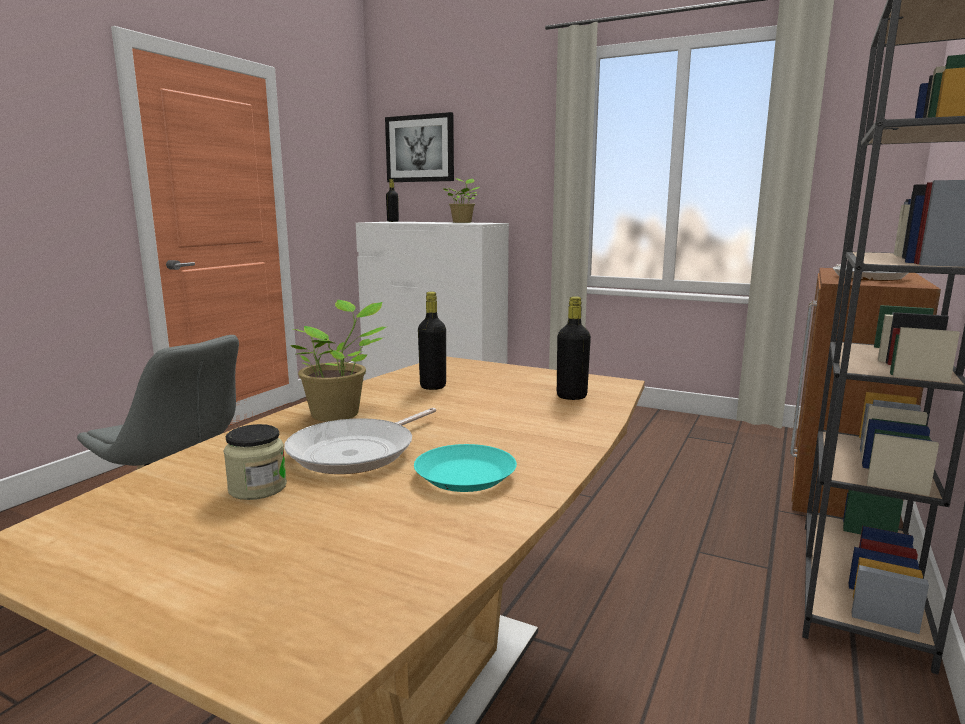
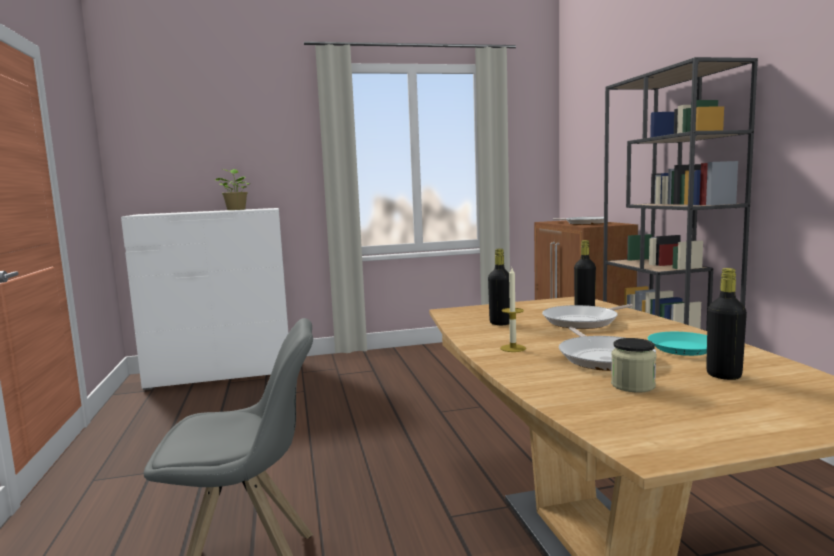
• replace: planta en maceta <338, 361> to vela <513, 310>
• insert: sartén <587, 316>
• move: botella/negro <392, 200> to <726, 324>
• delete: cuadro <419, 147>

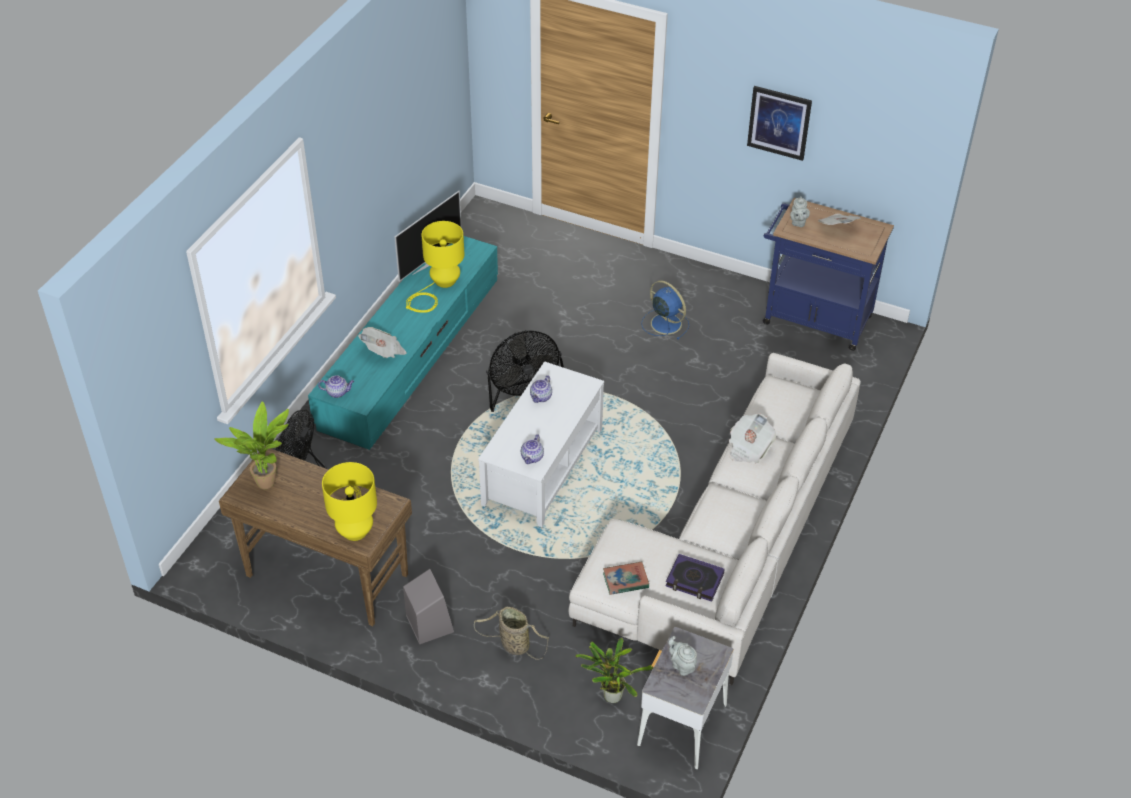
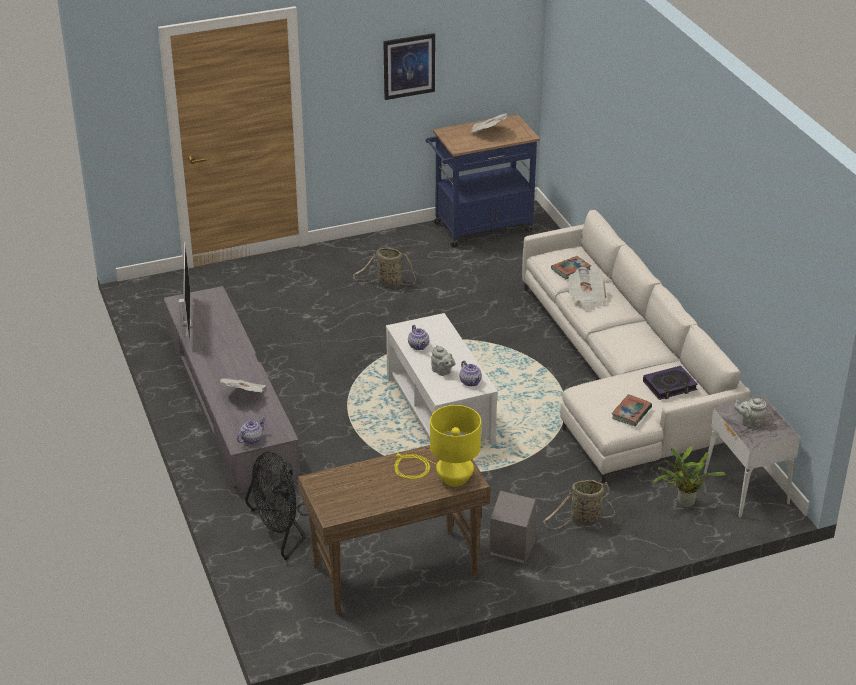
• recolor: mueble de televisión/turquesa <403, 343> to mueble de televisión/gris <231, 390>
• replace: ventilador/azul <665, 310> to cesta <384, 267>
• move: tetera/gris <800, 211> to <443, 360>
• insert: libro <571, 267>
• delete: planta en maceta <251, 445>
• delete: lámpara de mesa/amarillo <435, 267>
• delete: ventilador/negro <525, 371>

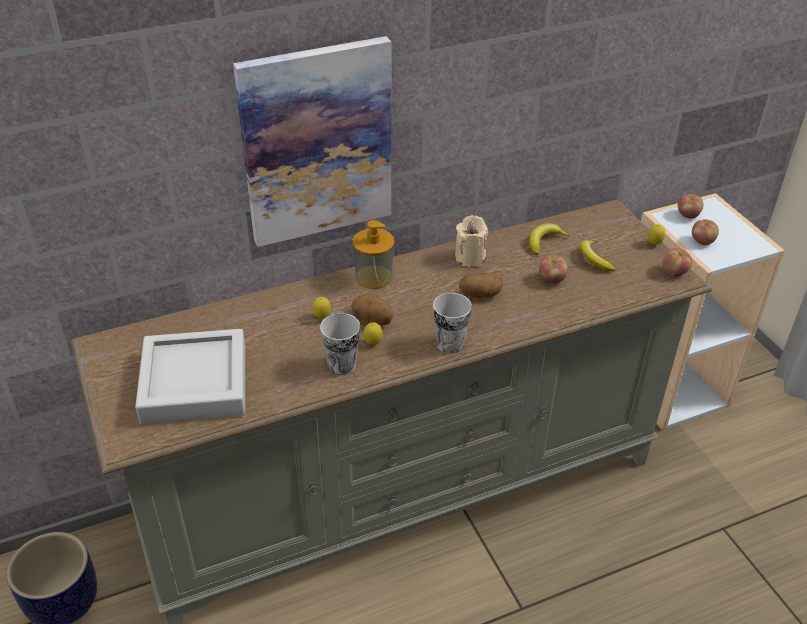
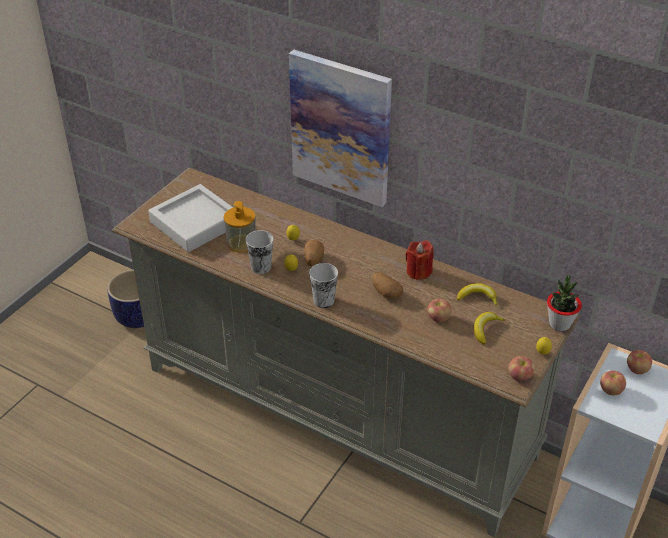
• move: dispensador de jabón <373, 254> to <239, 227>
• recolor: vela/beis <471, 241> to vela/rojo <419, 260>
• insert: planta en maceta <564, 303>

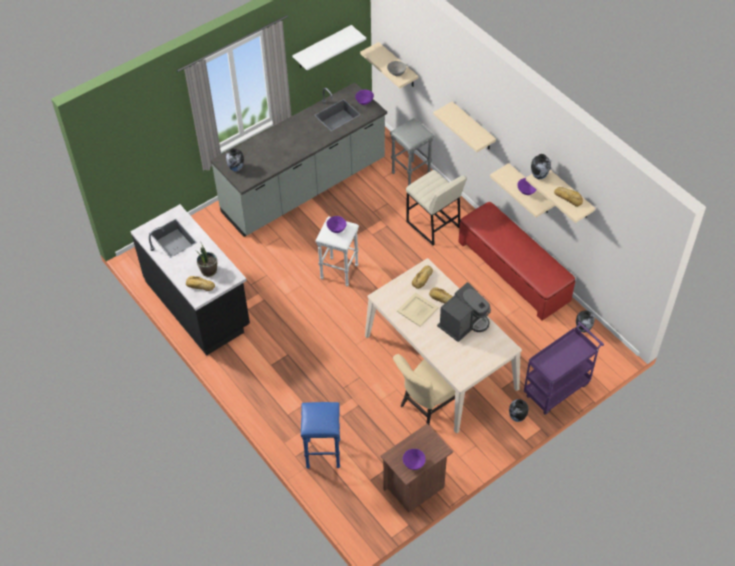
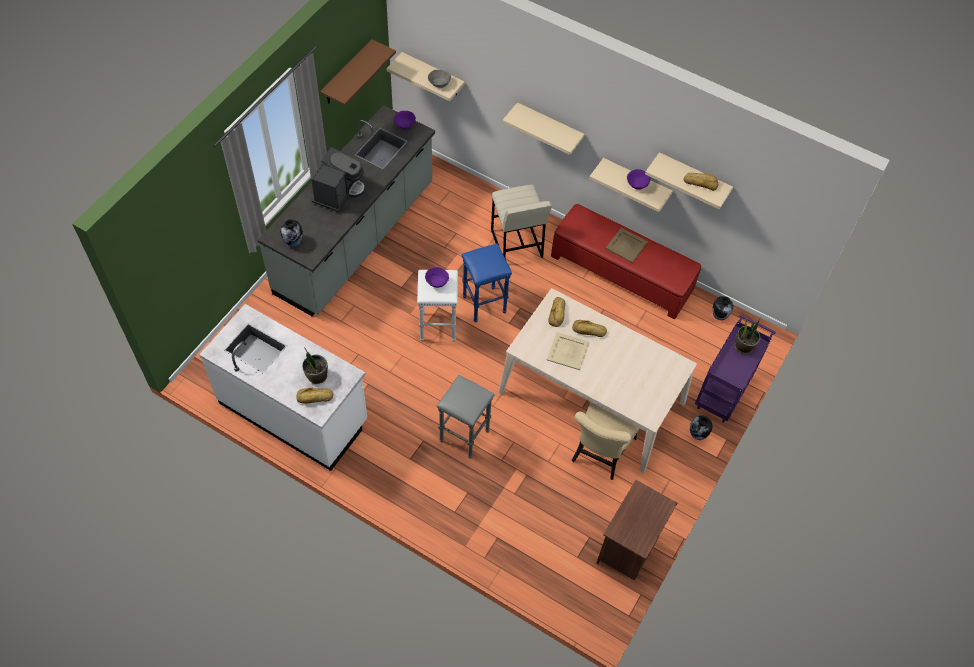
• recolor: mueble bajo de cocina/negro <190, 280> to mueble bajo de cocina/blanco <283, 387>
• move: cafetera <464, 312> to <338, 179>
• recolor: estante/blanco <329, 48> to estante/marrón <358, 72>
• move: taburete/gris <412, 151> to <466, 416>
• move: taburete/azul <320, 435> to <487, 282>
• rotate: silla/beis <436, 208> = <521, 221> 45 degrees clockwise
• insert: bandeja/beis <627, 245>
• insert: planta en maceta <747, 335>
• delete: cuenco/morado <414, 459>
• delete: florero <541, 167>

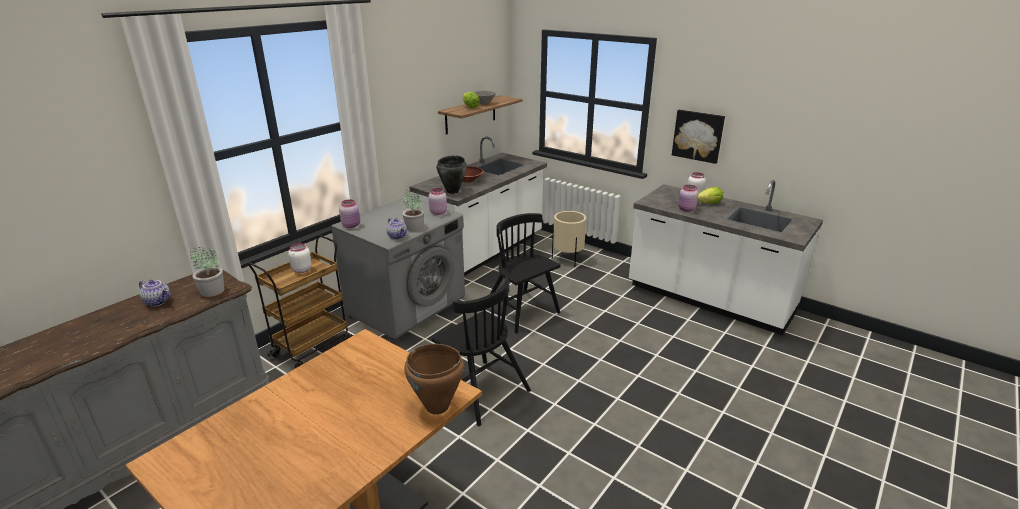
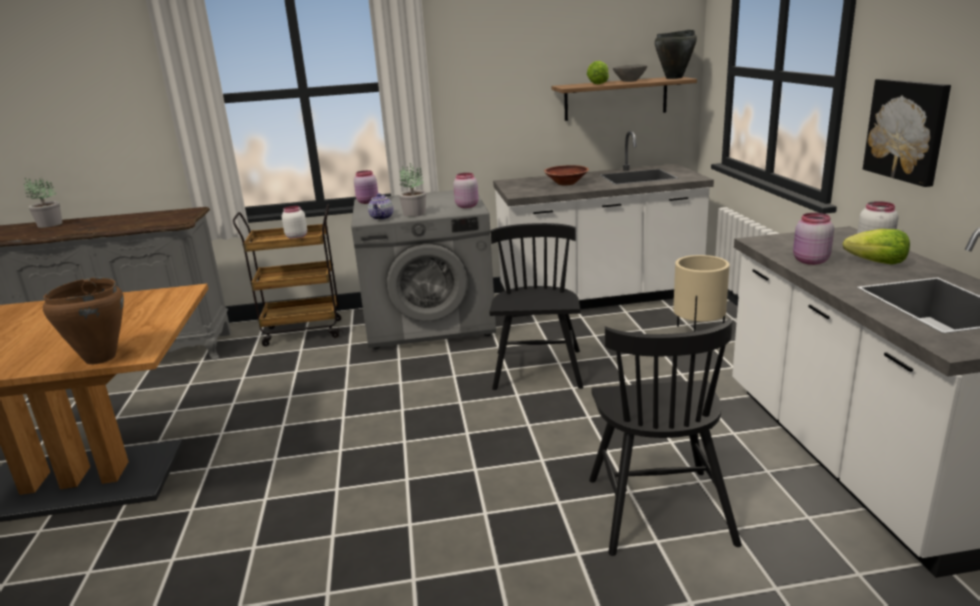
• move: planta en maceta <207, 272> to <43, 202>
• move: silla/negro <481, 351> to <665, 437>
• move: olla/negro <451, 174> to <676, 54>
• delete: tetera <154, 293>

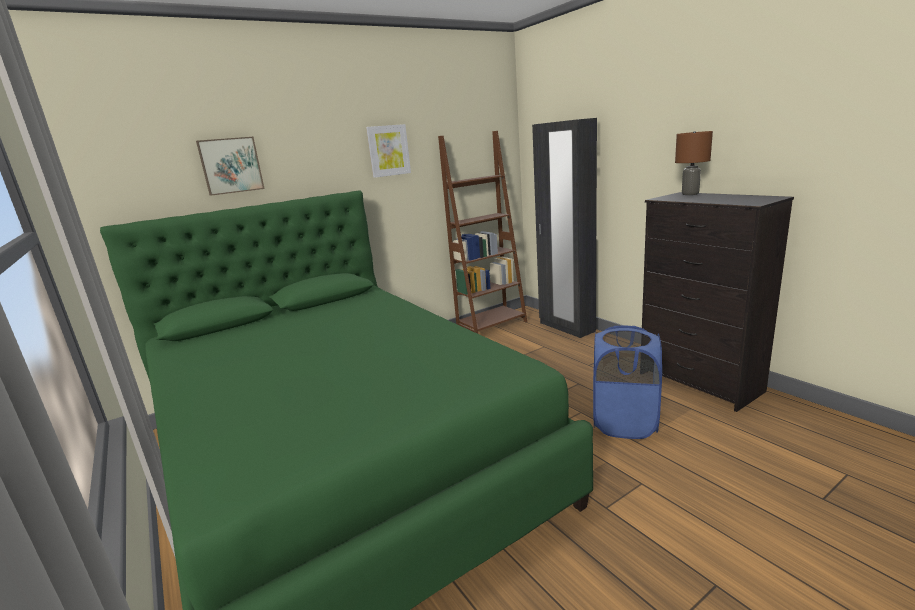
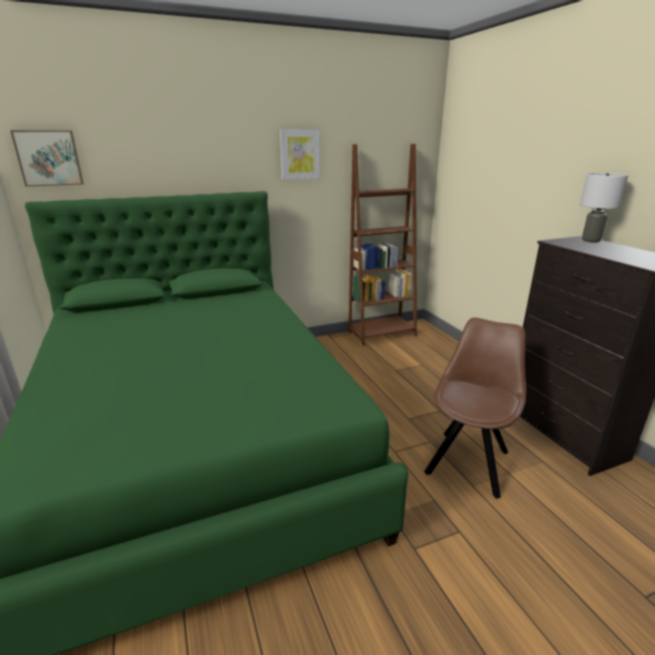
• move: cuadro <230, 166> to <47, 158>
• replace: cesto de la ropa/azul <627, 382> to silla/marrón <475, 408>
• recolor: lámpara de mesa/marrón <694, 163> to lámpara de mesa/blanco <604, 208>
• delete: armario ropero/negro <564, 228>

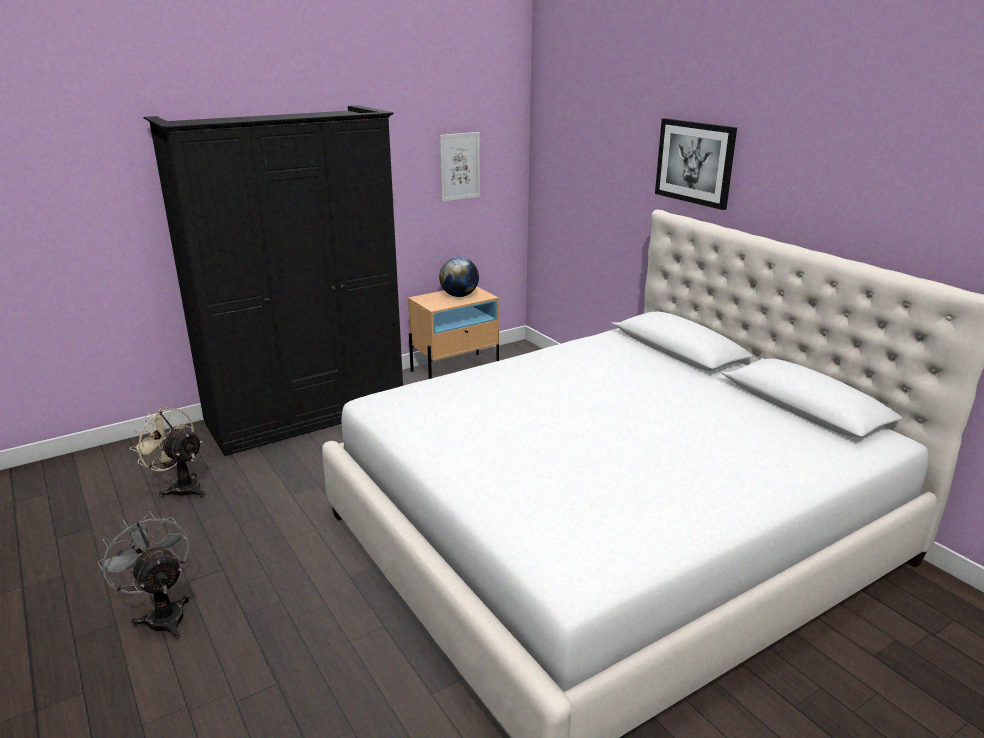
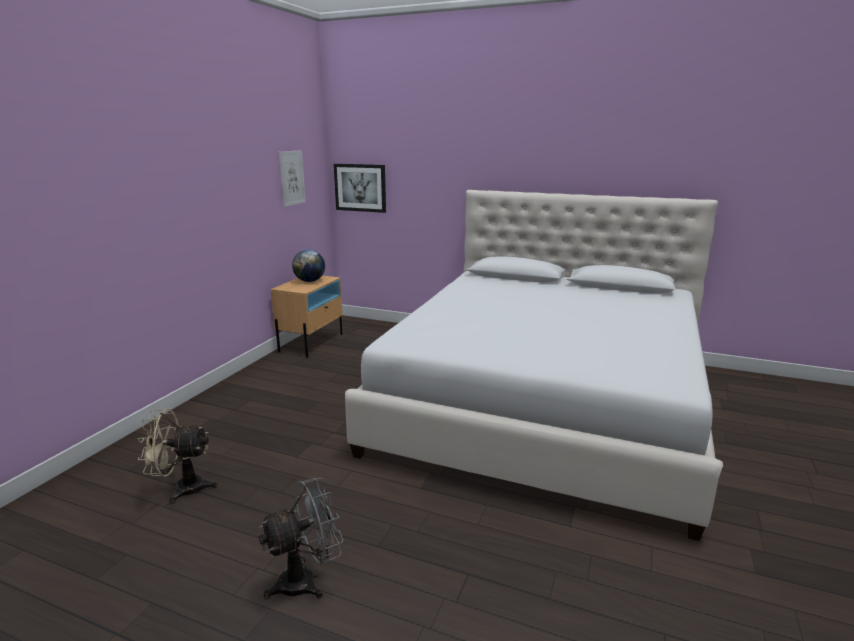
• rotate: ventilador/gris <144, 575> = <301, 538> 135 degrees clockwise
• move: cuadro <696, 164> to <360, 188>
• delete: armario ropero/negro <273, 280>

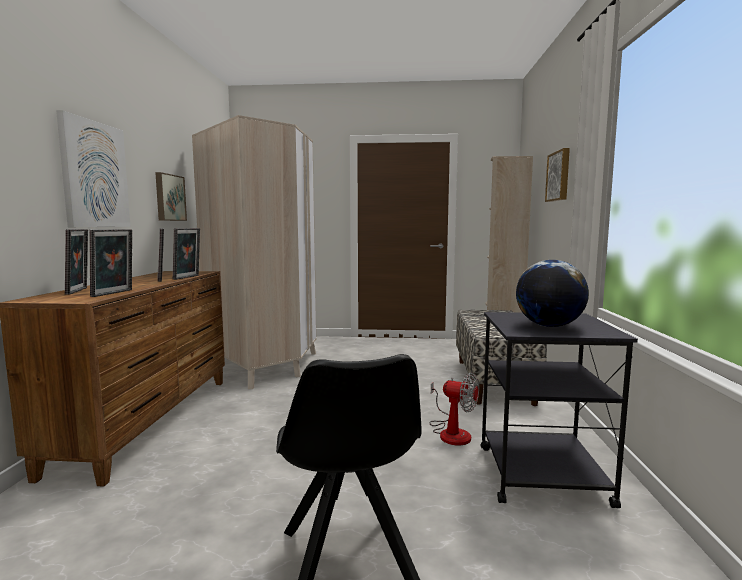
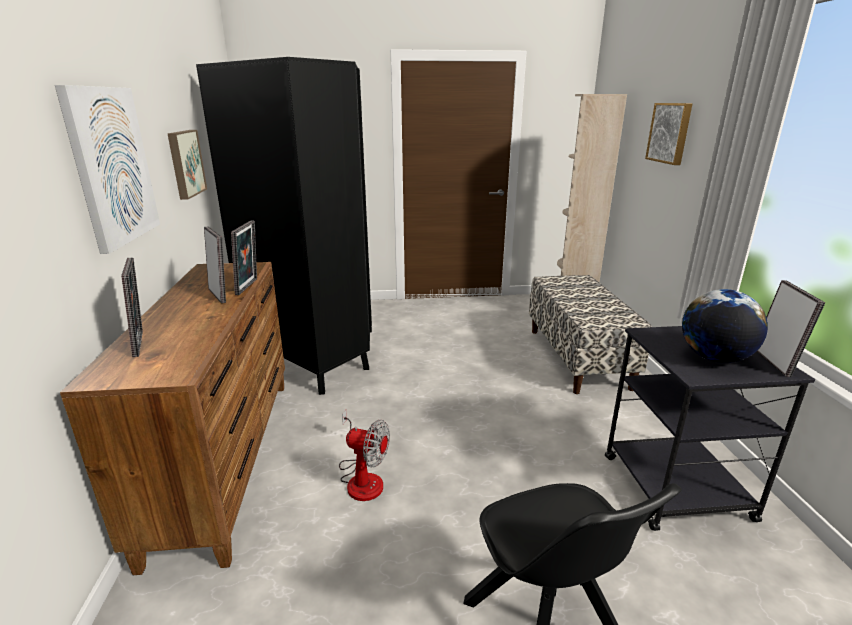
• recolor: armario ropero/beis <254, 252> to armario ropero/negro <284, 226>
• move: ventilador <454, 408> to <364, 455>
• move: portarretratos <110, 263> to <791, 328>

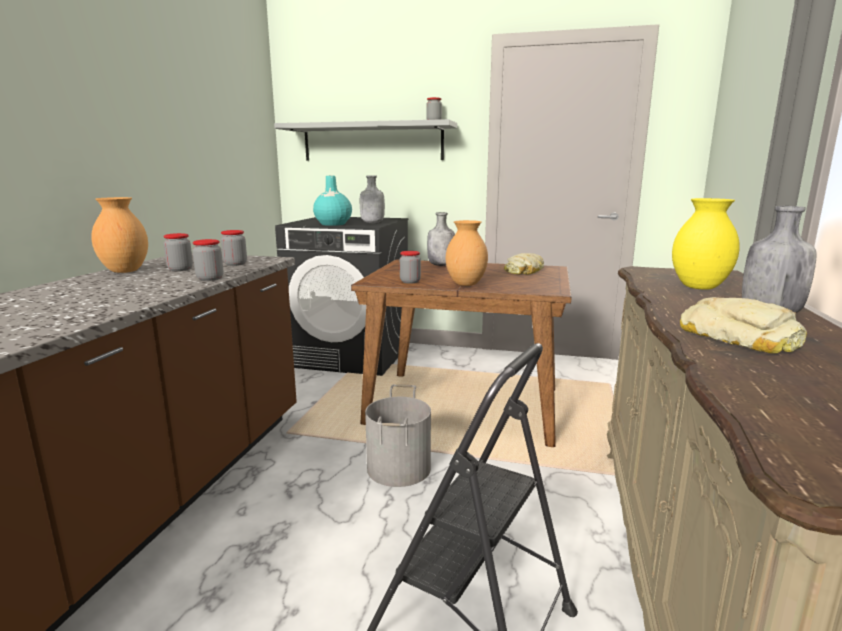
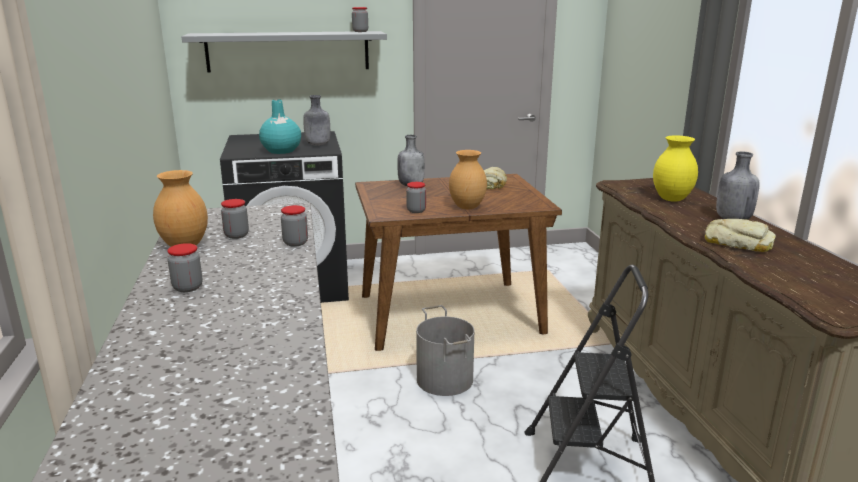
• move: tarro <234, 248> to <184, 267>

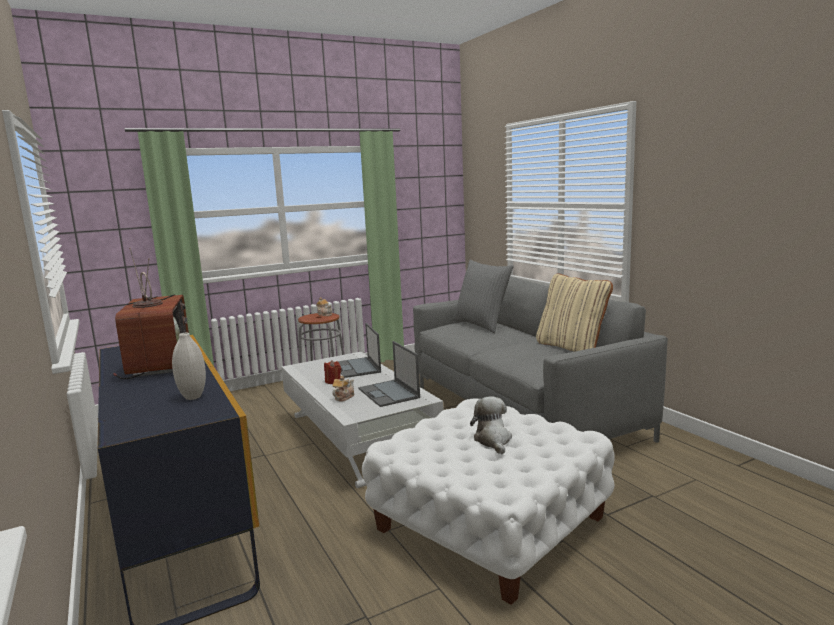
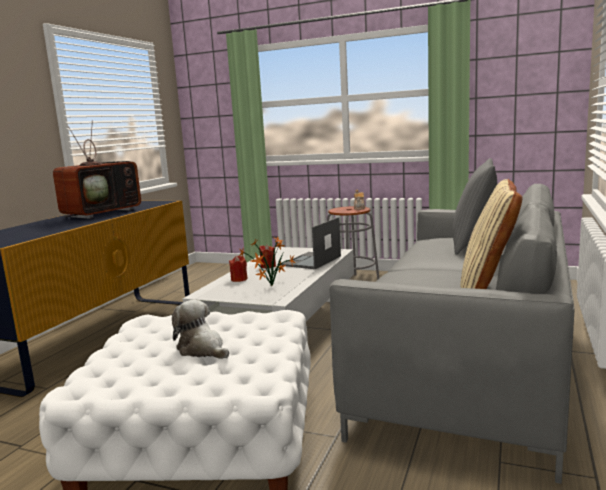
• rotate: peluche <491, 425> = <200, 329> 90 degrees counterclockwise
• replace: tetera <343, 389> to vela/rojo <238, 269>
• replace: portátil <389, 374> to planta en maceta <267, 261>
• delete: florero/blanco <189, 366>

